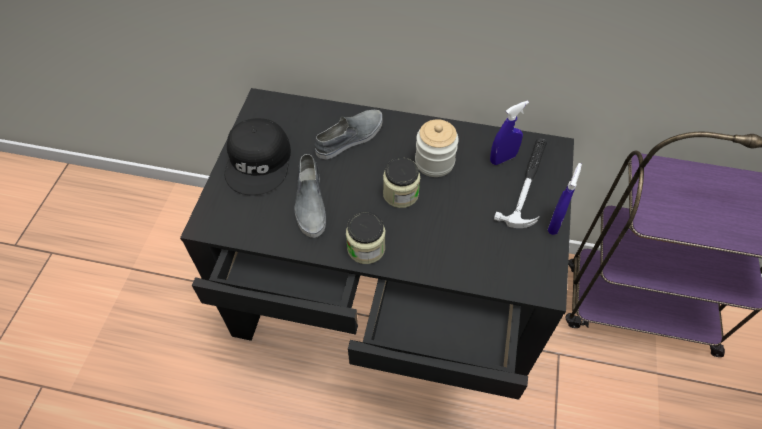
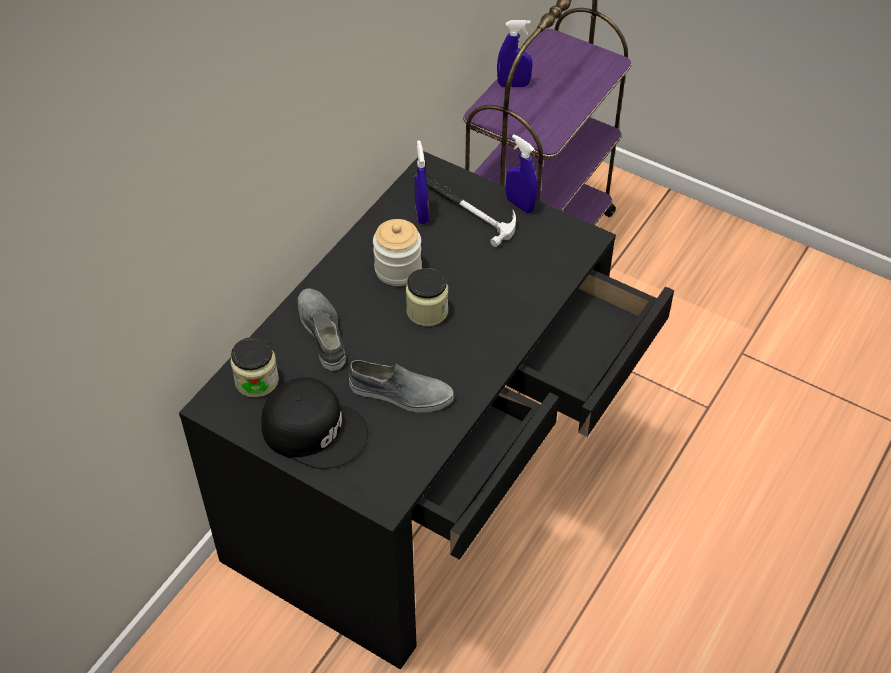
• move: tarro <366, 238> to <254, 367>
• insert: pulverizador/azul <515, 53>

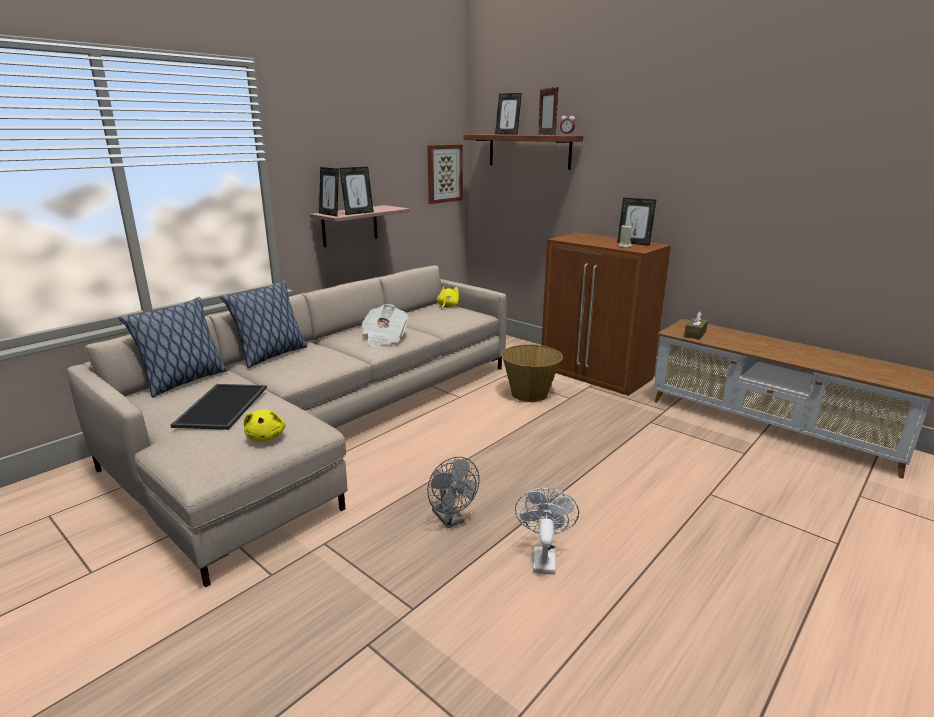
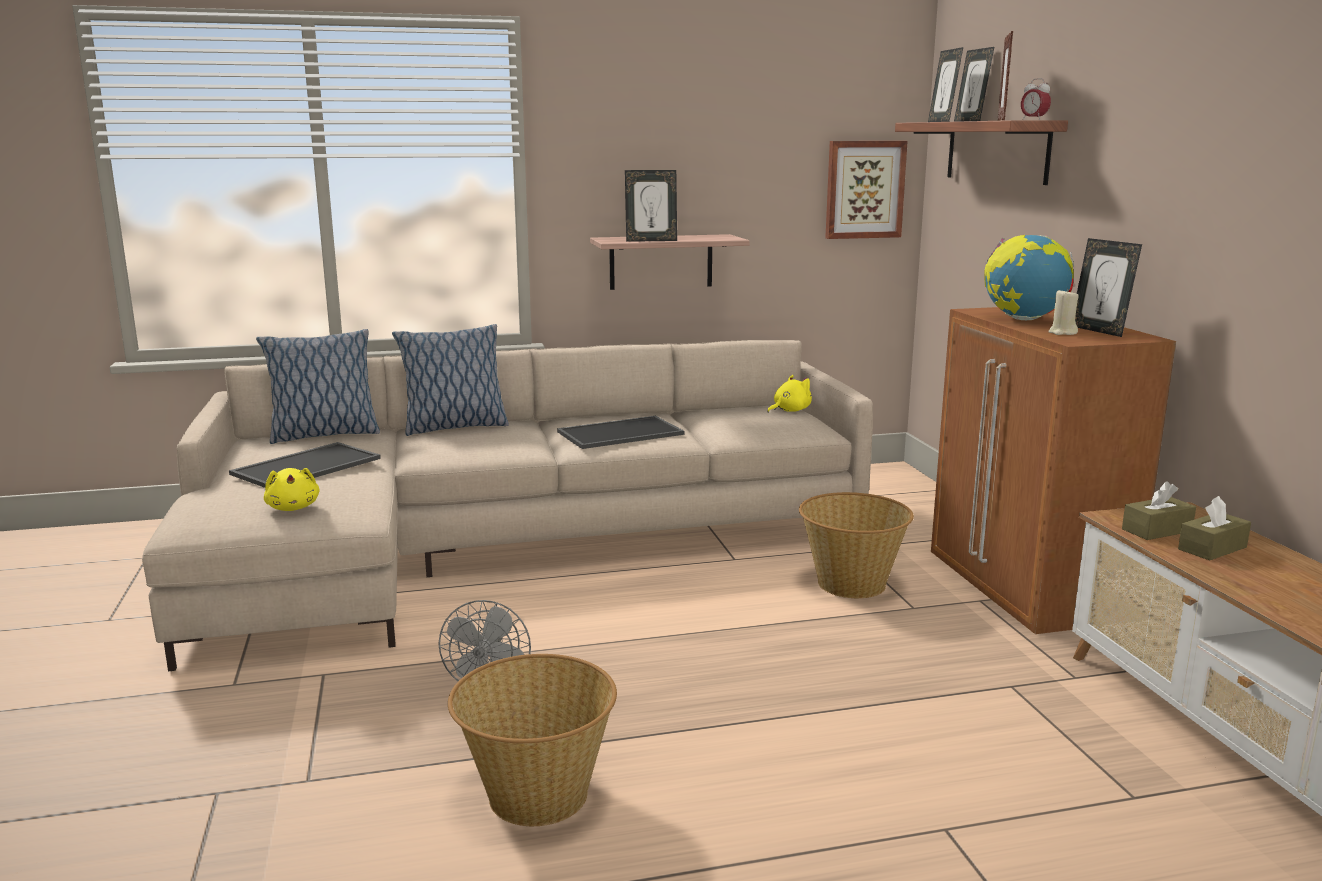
• rotate: peluche/amarillo <265, 425> = <292, 489> 45 degrees counterclockwise
• replace: ventilador/blanco <547, 531> to cesta <532, 740>
• replace: periódico <385, 325> to bandeja <620, 432>
• move: portarretratos <329, 192> to <945, 84>
• insert: globo terráqueo <1029, 277>
• insert: caja de pañuelos/marrón <1214, 528>

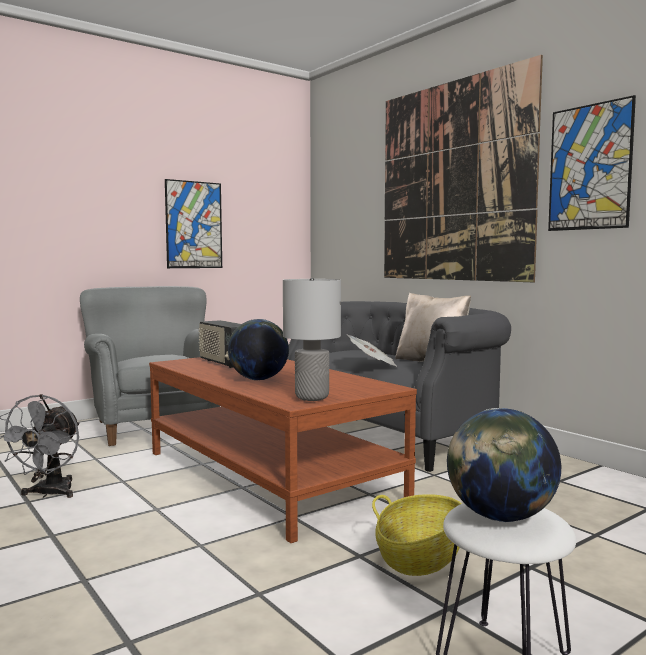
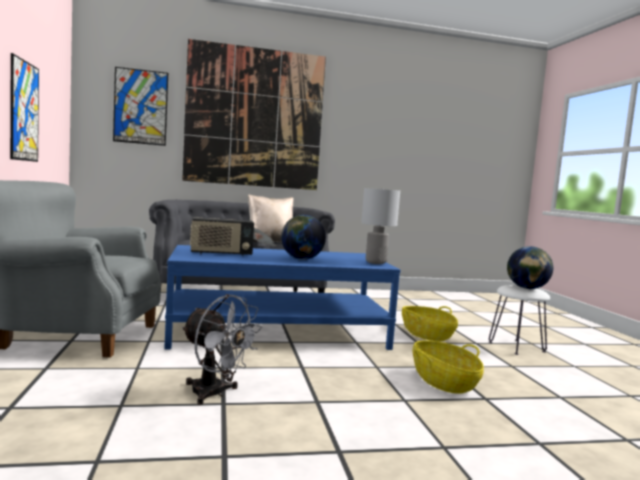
• move: cuadro <592, 163> to <140, 106>
• recolor: mesa de centro/marrón <283, 450> to mesa de centro/azul <282, 297>
• insert: cesta <448, 367>

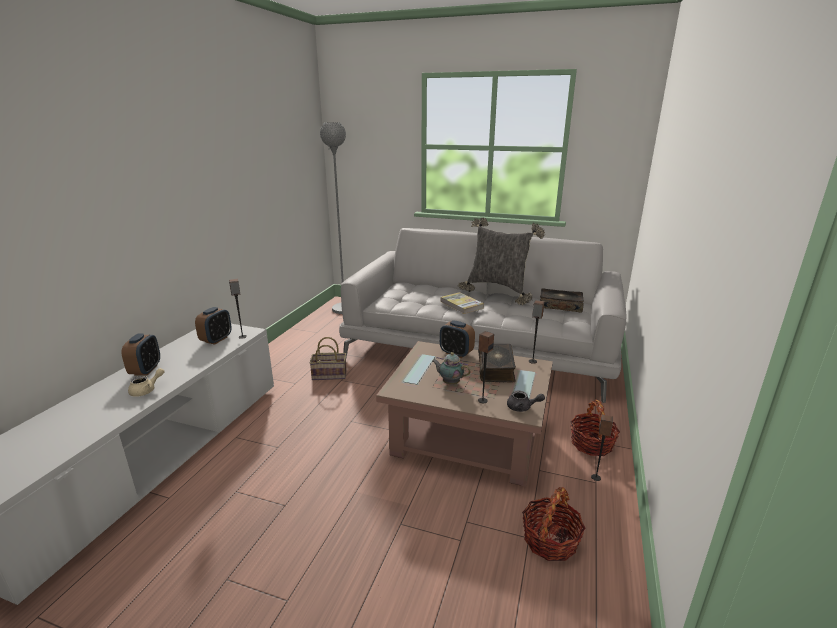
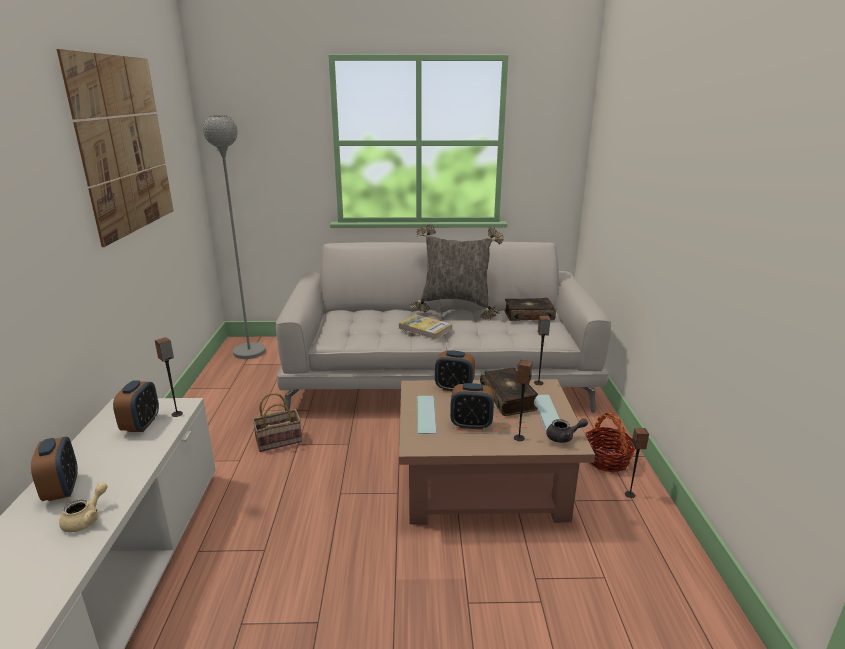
• insert: cuadro <115, 148>
• replace: tetera <451, 368> to despertador <472, 406>
• delete: cesta <554, 524>

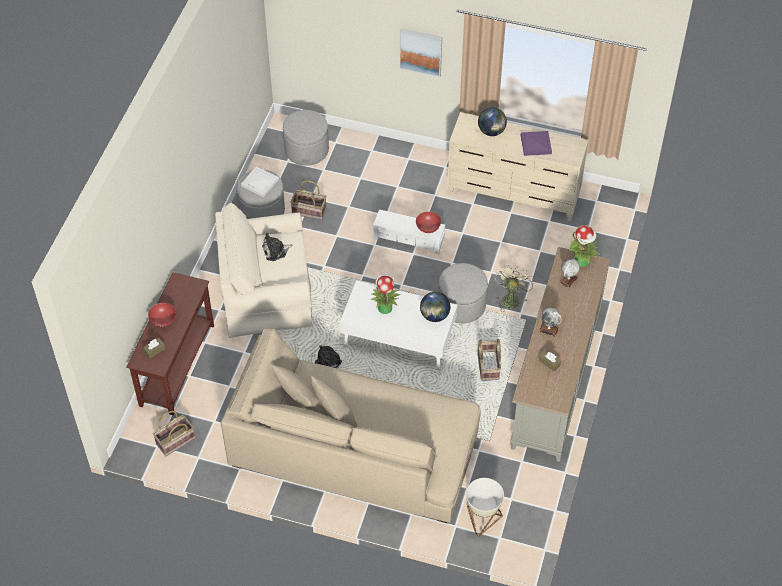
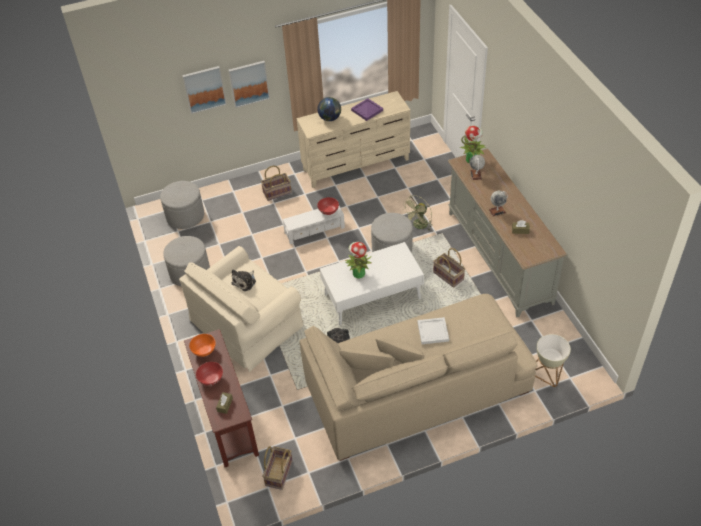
• insert: cuadro <204, 90>
• insert: cuenco/naranja <202, 345>
• move: cesta <308, 200> to <276, 183>
• rotate: ventilador/verde <514, 287> = <417, 212> 120 degrees counterclockwise
• move: bandeja/blanco <260, 181> to <433, 330>
• delete: globo terráqueo <435, 307>

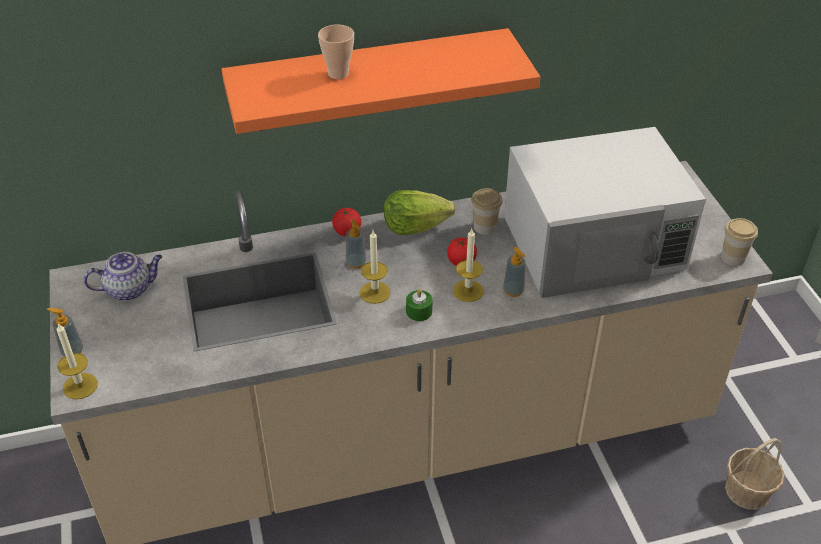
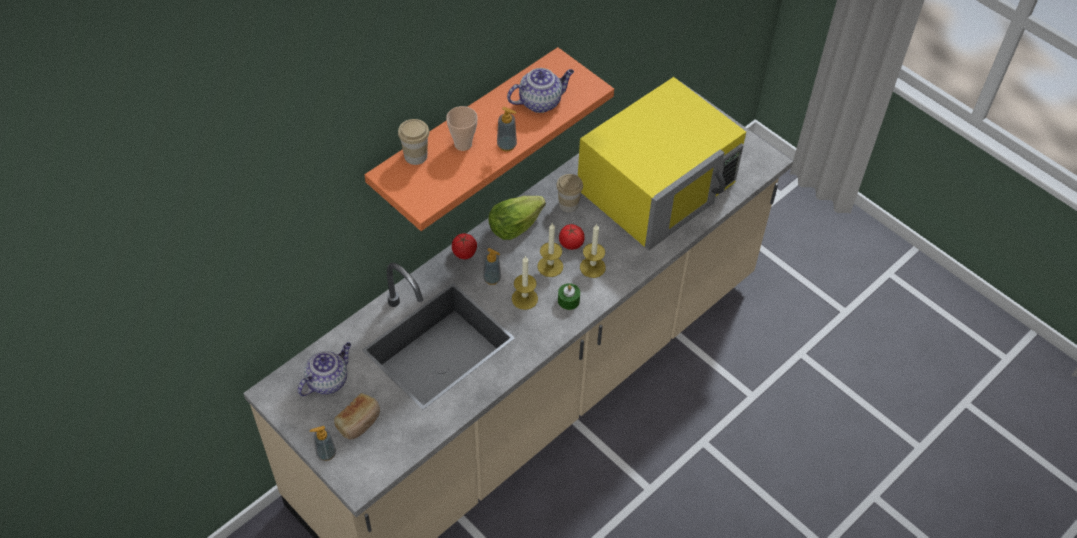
• insert: pan <357, 416>
• move: taza <739, 242> to <413, 142>
• move: dispensador de jabón <514, 272> to <507, 129>
• insert: tetera <540, 90>
• move: vela <77, 361> to <550, 250>
• recolor: microondas/blanco <605, 212> to microondas/amarillo <662, 163>
• delete: cesta <755, 474>

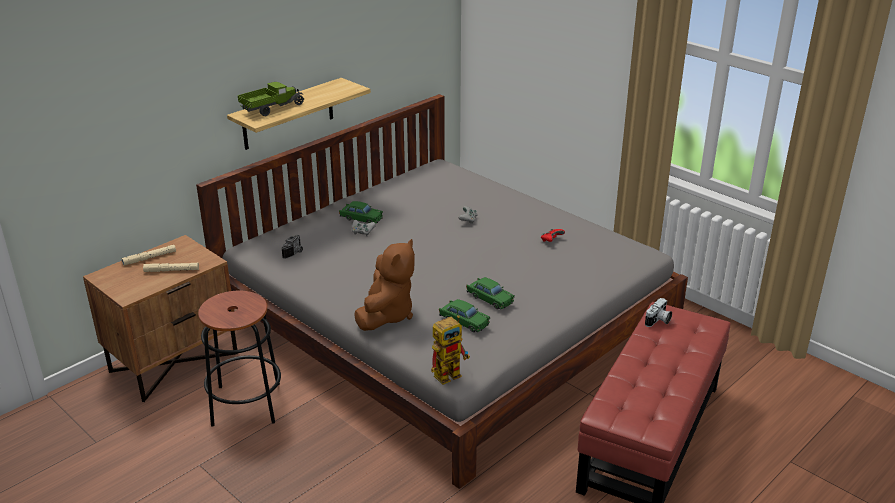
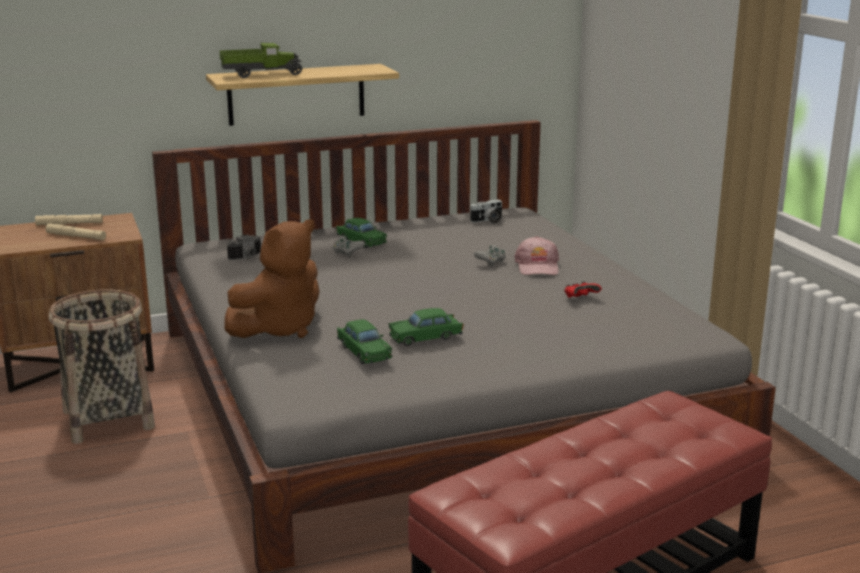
• replace: taburete/negro <239, 359> to cesta <102, 366>
• rotate: coche de juguete/verde <490, 293> = <425, 327> 90 degrees clockwise
• move: cámara <658, 312> to <486, 211>
• insert: gorra/rosa <536, 255>
• delete: robot de juguete <450, 350>

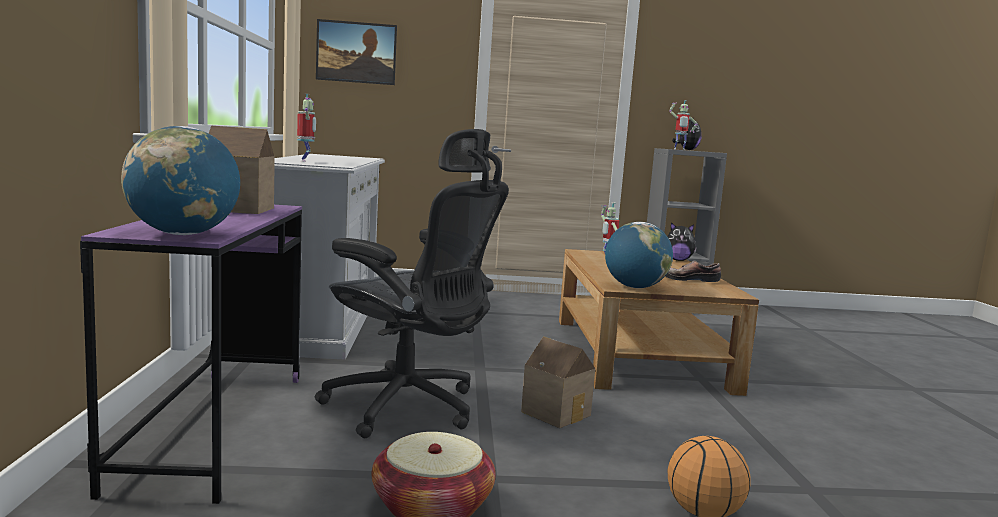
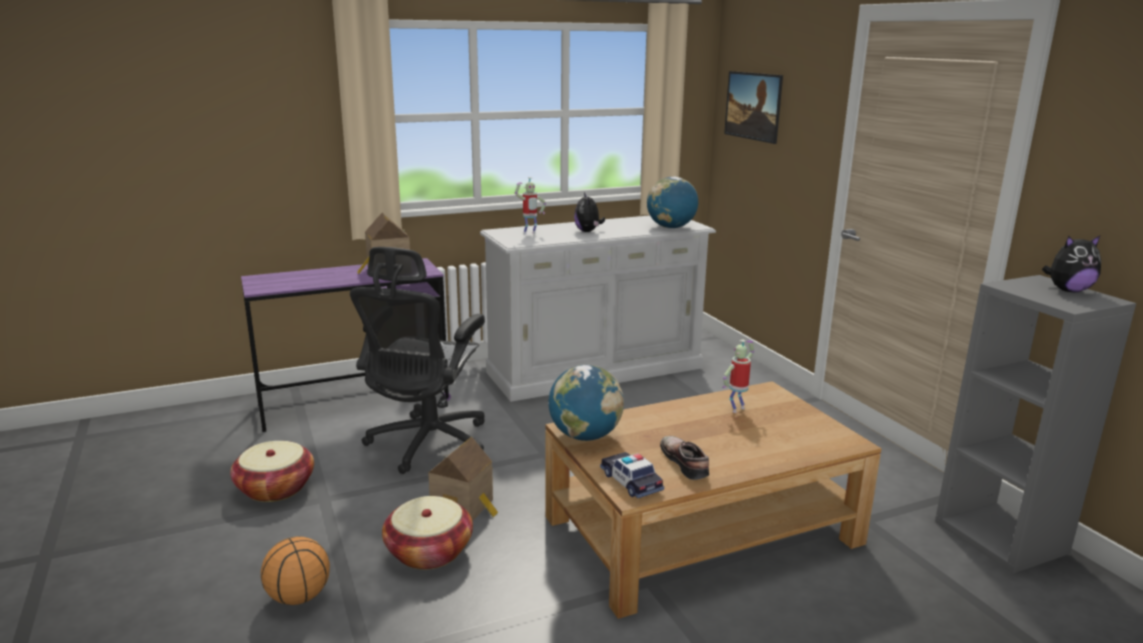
• insert: cesta <427, 533>
• move: peluche <682, 241> to <589, 212>
• insert: coche de juguete <632, 475>
• move: globo terráqueo <180, 180> to <672, 202>
• delete: robot de juguete <683, 125>

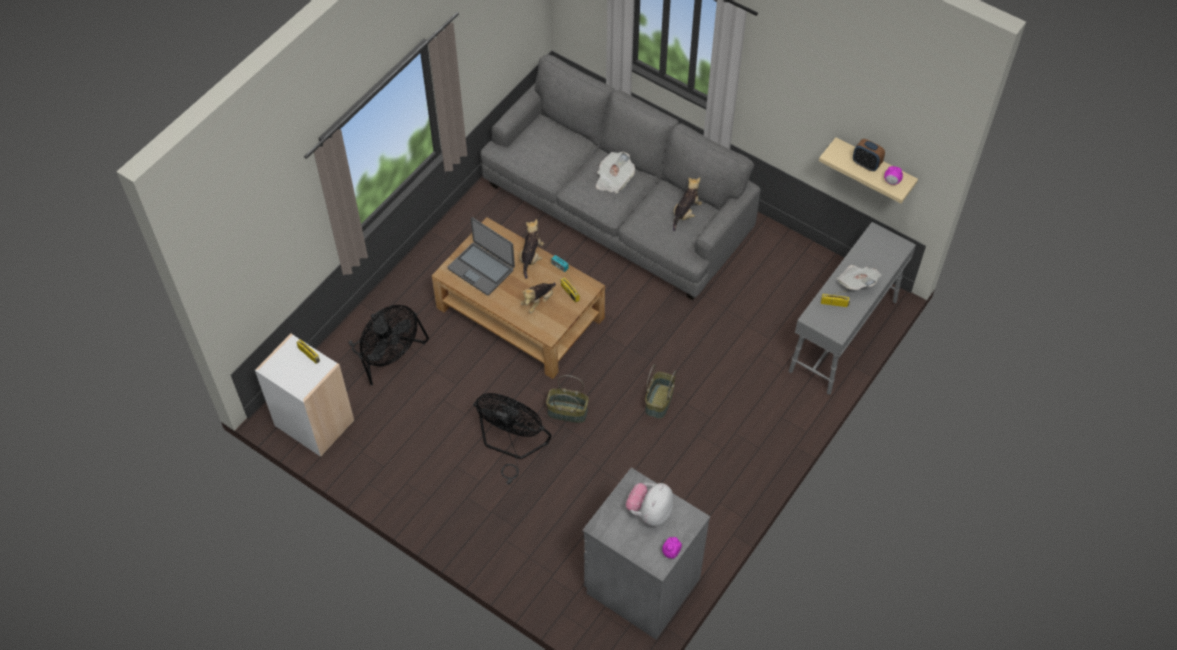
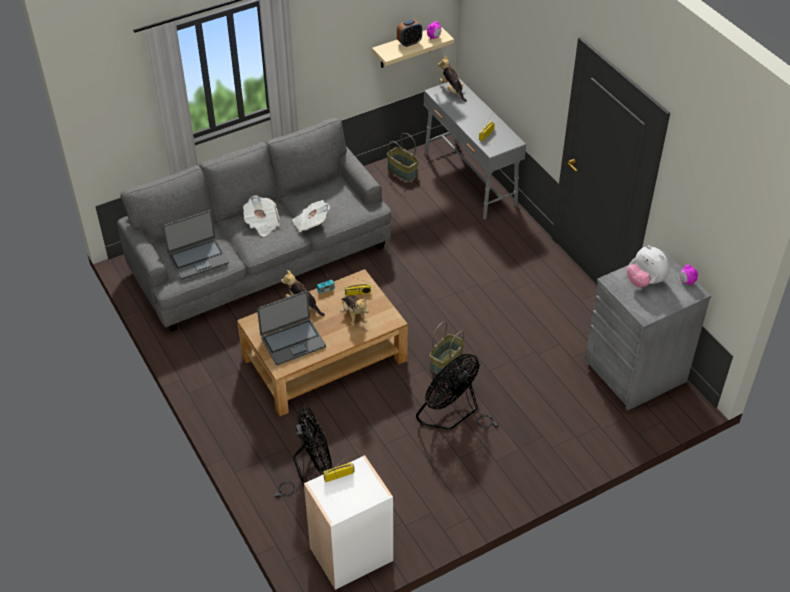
• insert: portátil <195, 245>
• move: periódico <858, 277> to <311, 216>
• move: cesta <660, 391> to <403, 157>
• move: peluche <687, 204> to <452, 78>

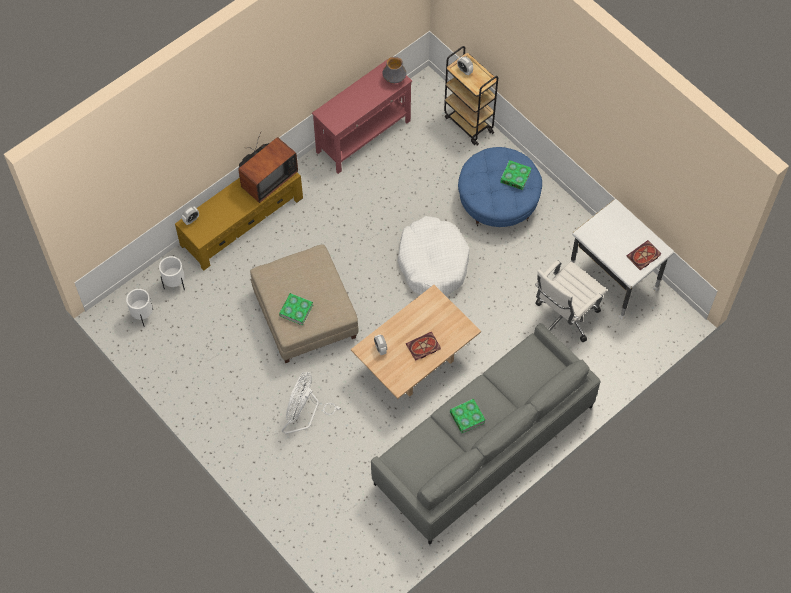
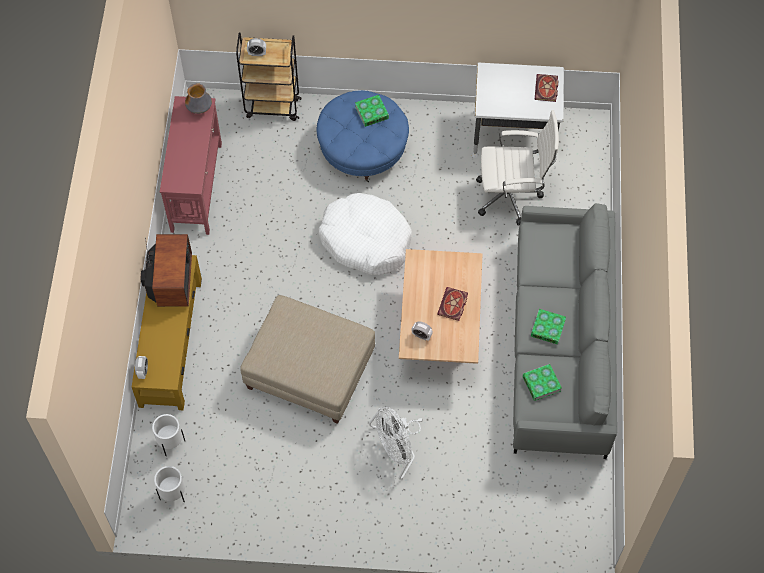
• rotate: silla de oficina/blanco <571, 301> = <517, 167> 90 degrees counterclockwise
• move: libro <296, 309> to <542, 382>

